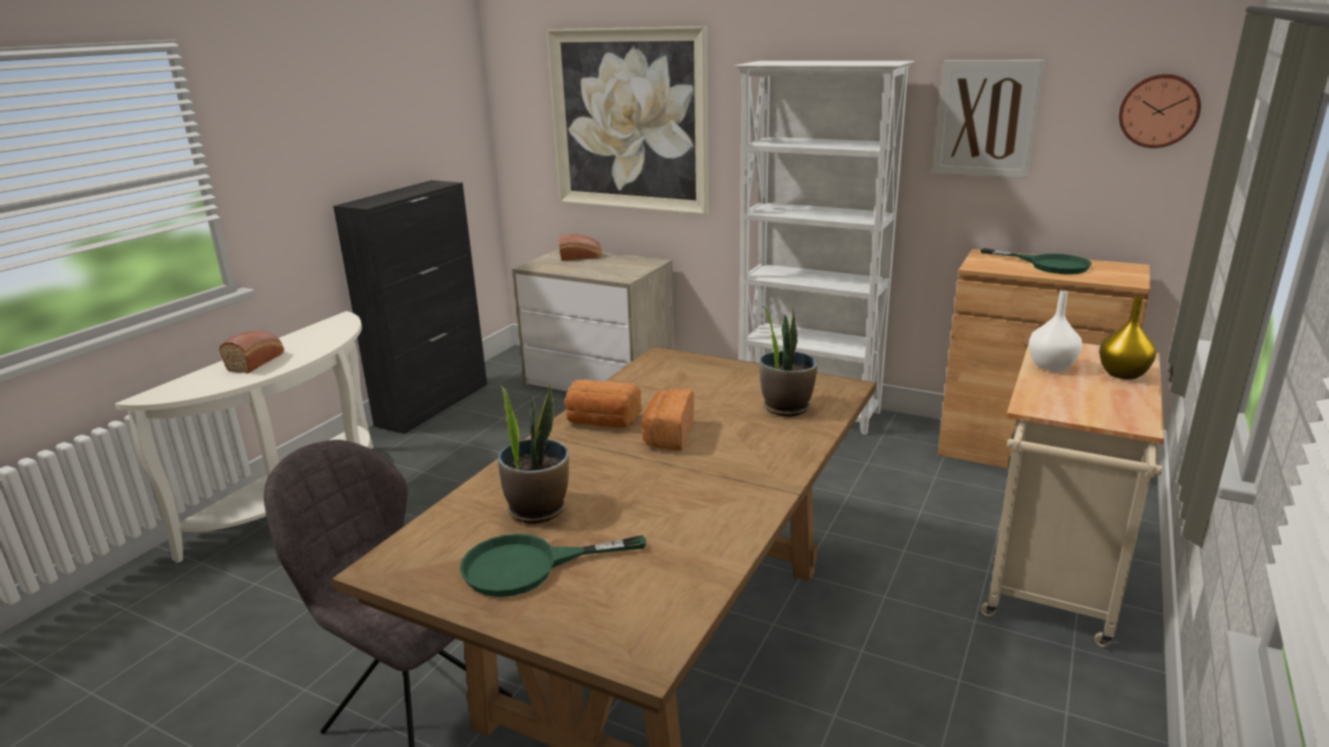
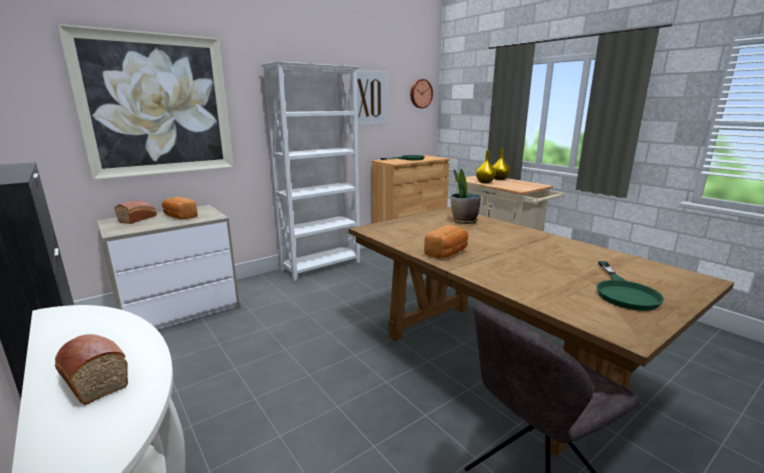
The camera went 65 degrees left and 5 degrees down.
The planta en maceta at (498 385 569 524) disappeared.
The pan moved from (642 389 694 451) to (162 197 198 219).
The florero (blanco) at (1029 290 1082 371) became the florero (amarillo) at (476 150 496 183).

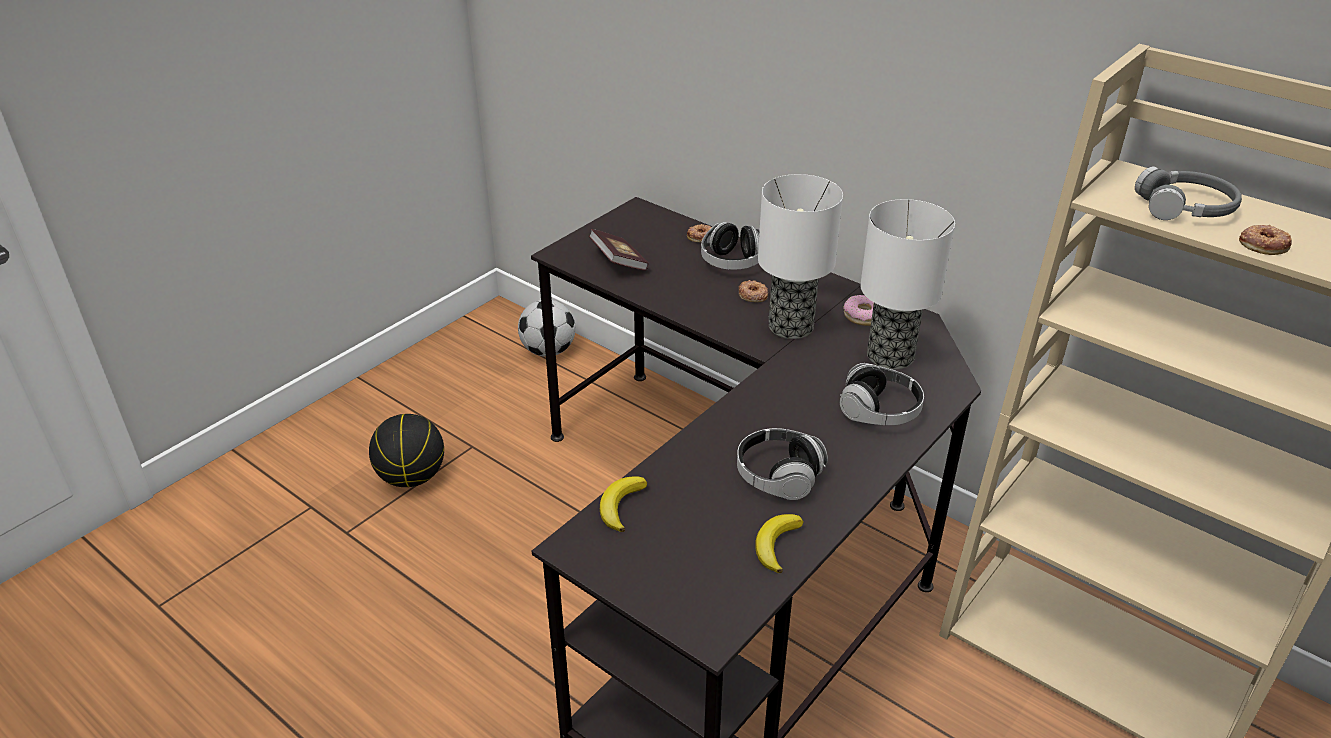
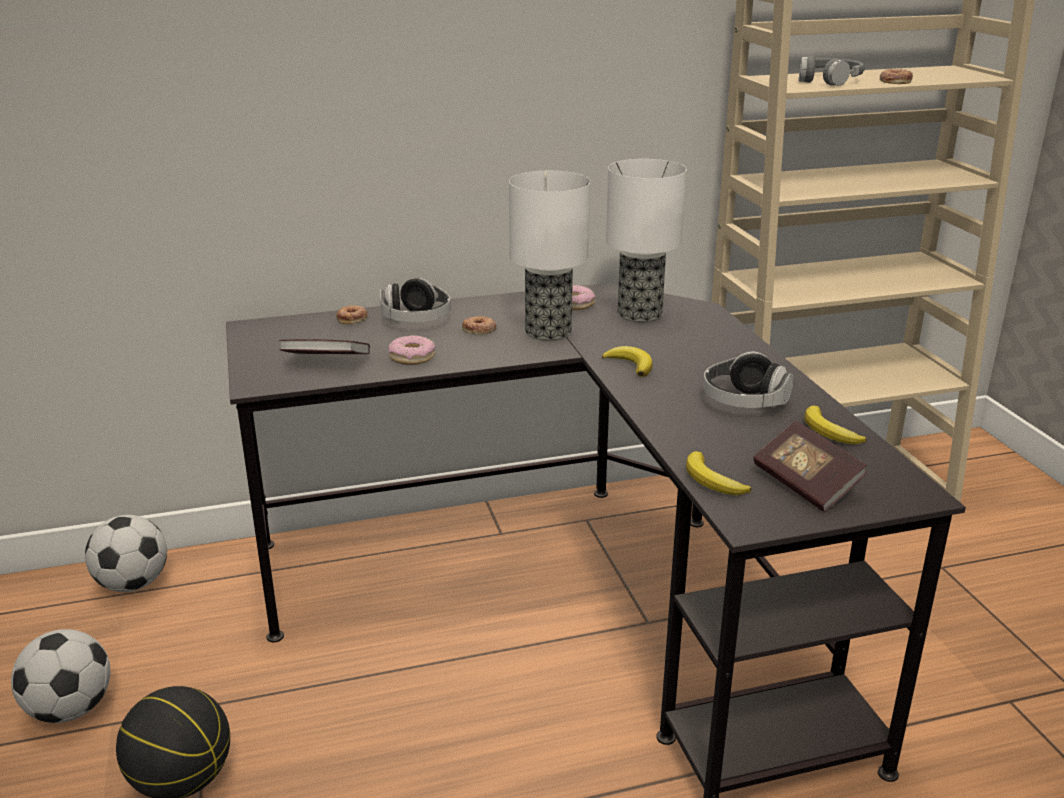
The camera went 55 degrees left and 10 degrees down.
The auriculares at (840 363 924 425) disappeared.
The balón de fútbol at (11 629 110 723) appeared.
The rosquilla at (388 335 436 365) appeared.
The plátano at (602 346 652 377) appeared.
The libro at (753 421 867 512) appeared.

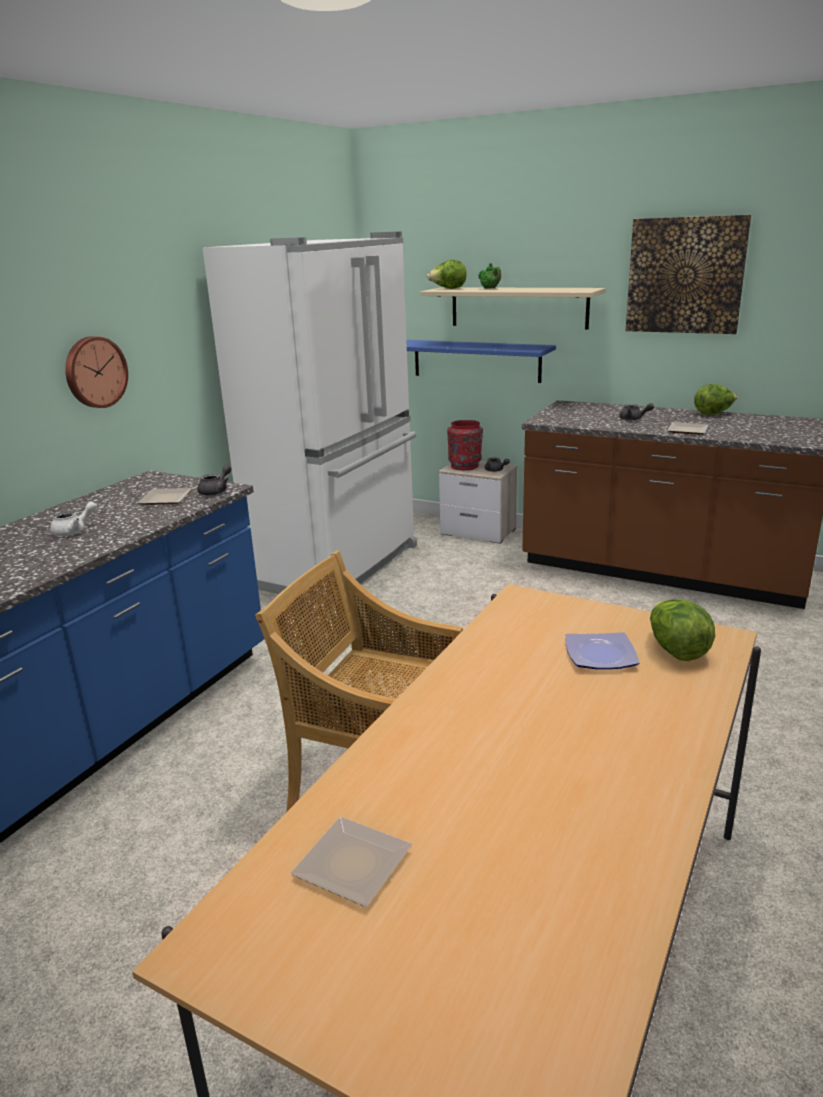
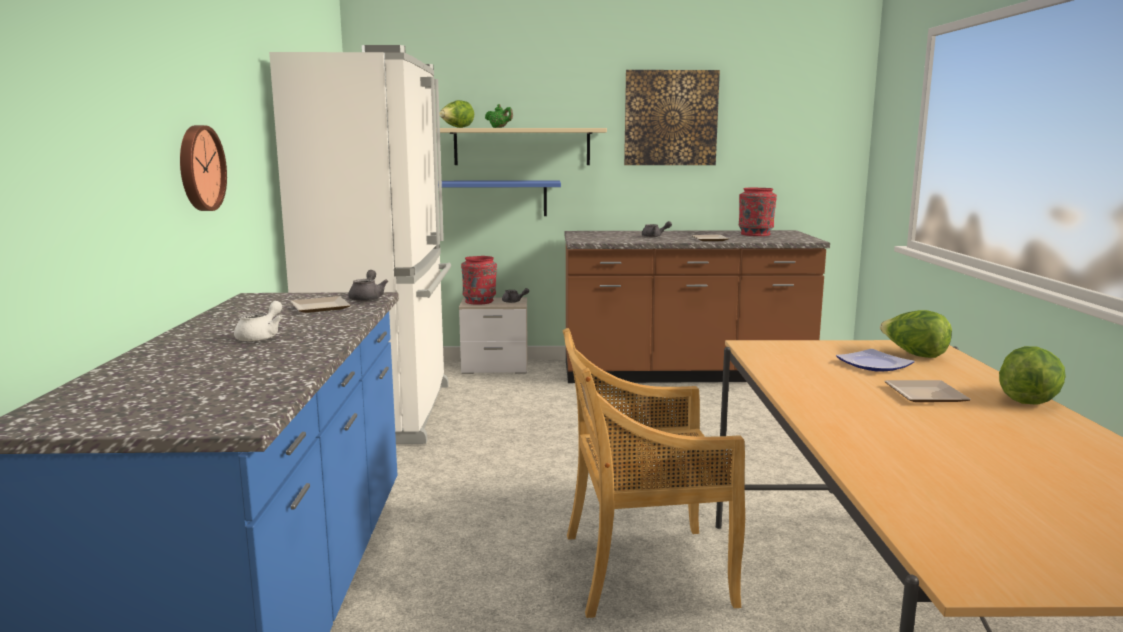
The camera went 30 degrees left and 10 degrees down.
The florero (rojo) at (739 188 777 236) appeared.
The plato moved from (291 817 412 907) to (884 380 971 402).
The lechuga moved from (694 384 737 415) to (999 346 1066 405).

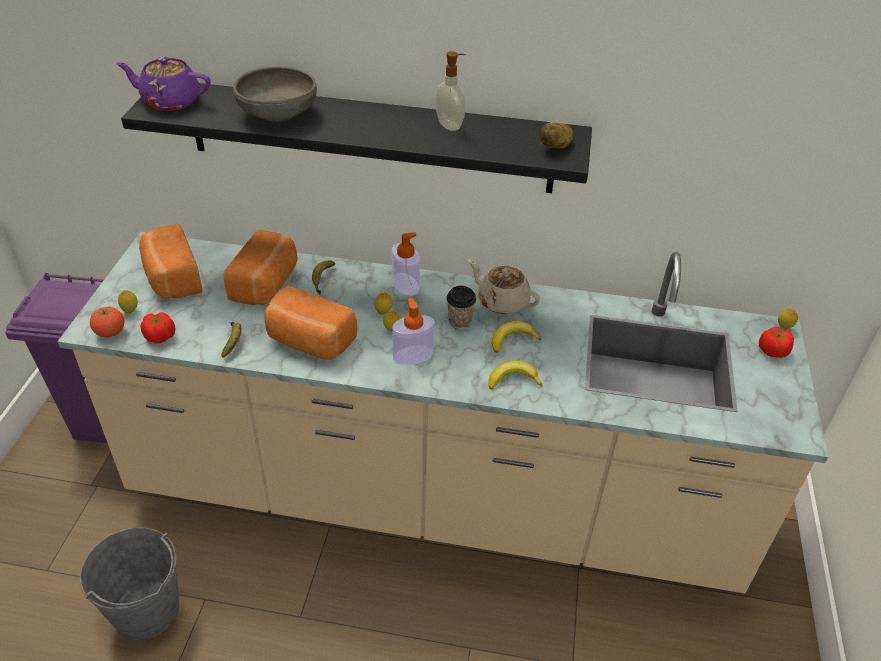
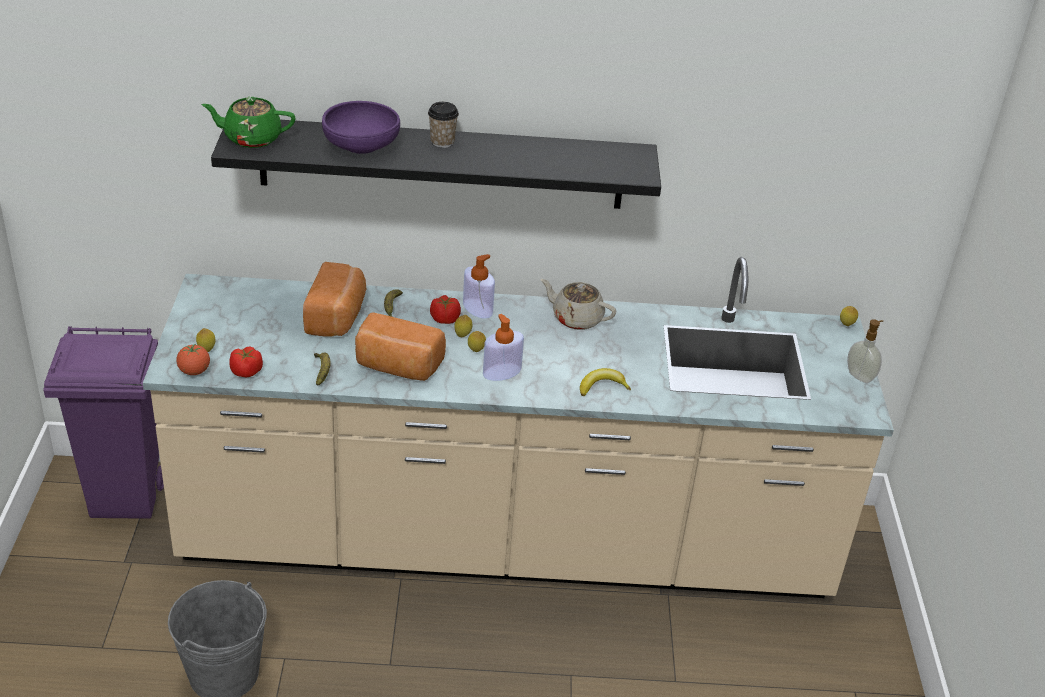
The camera went 10 degrees left and 5 degrees down.
The pan at (139 224 202 299) disappeared.
The plátano at (492 321 541 353) disappeared.
The patata at (540 122 573 149) disappeared.
The dispensador de jabón moved from (435 51 465 131) to (847 319 883 383).
The taza moved from (446 286 476 329) to (428 102 459 148).
The tomate moved from (759 327 794 358) to (430 295 461 324).
The tetera (morado) at (116 56 210 111) became the tetera (verde) at (201 97 296 148).
The cuenco (gris) at (233 66 317 122) became the cuenco (morado) at (322 101 400 154).

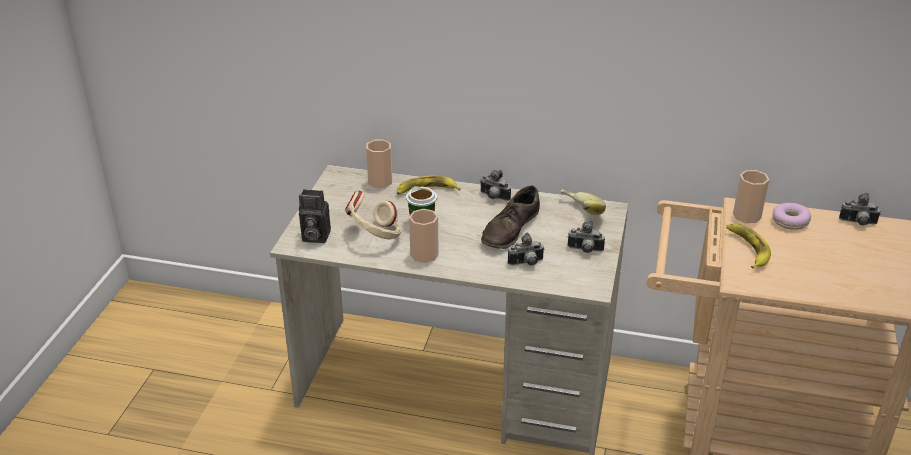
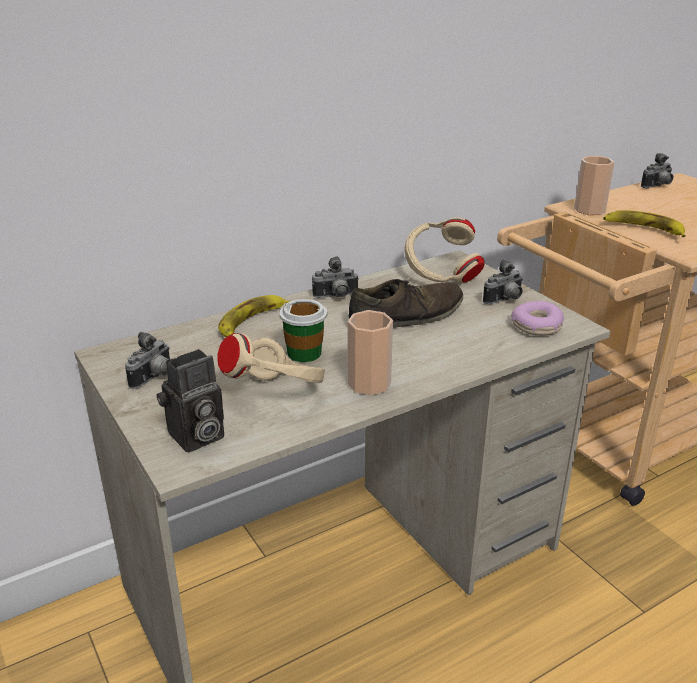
The camera went 45 degrees left and 5 degrees down.
The taza at (366 140 392 188) disappeared.
The cámara moved from (508 233 545 266) to (125 332 170 389).
The rosquilla moved from (772 203 811 230) to (511 301 564 336).
The plátano at (561 189 606 215) was replaced by the auriculares (beis) at (404 217 484 283).
The zapato (marrón) at (481 185 540 249) turned 105 degrees counterclockwise.

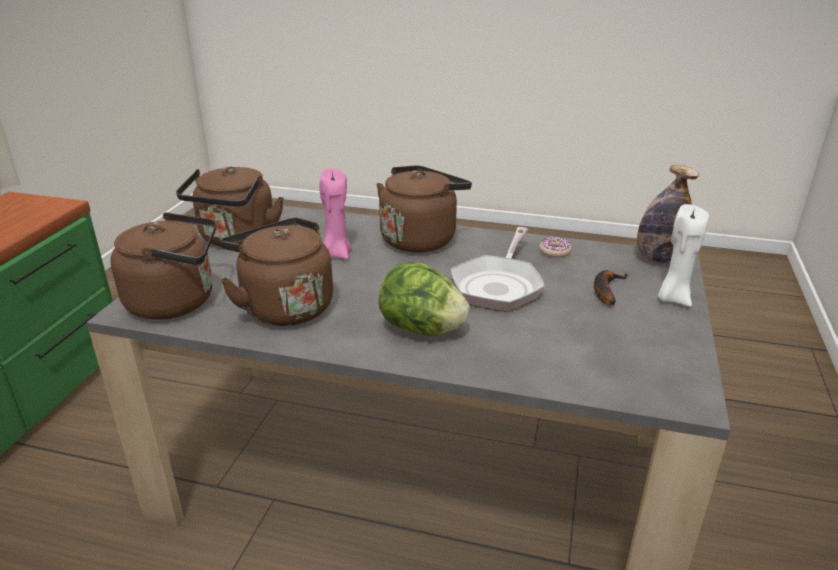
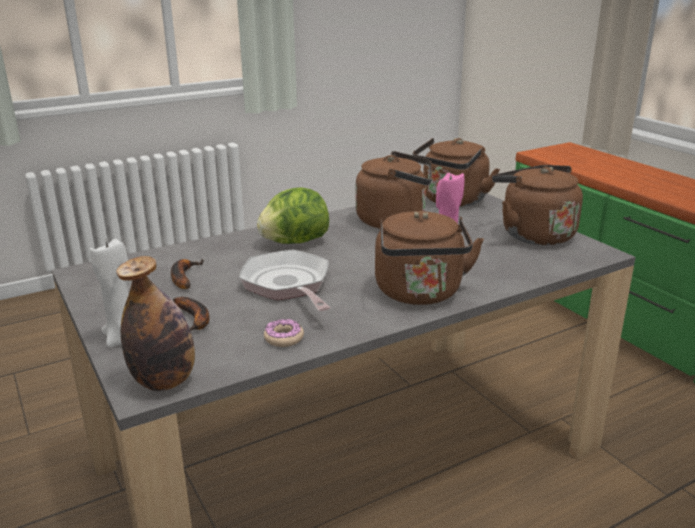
The camera went 135 degrees right and 5 degrees down.
The plátano at (171 259 204 289) appeared.

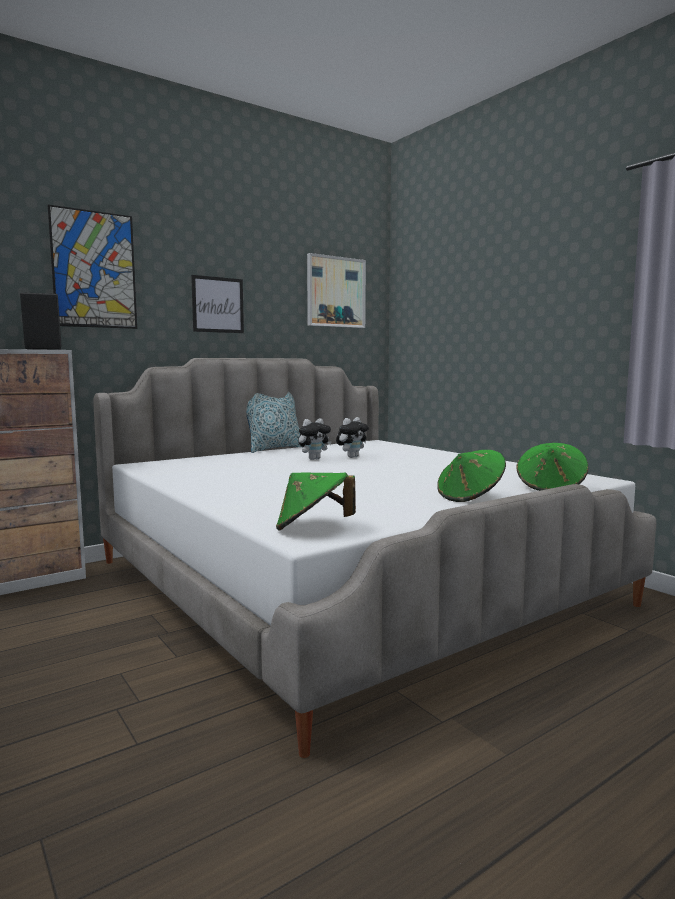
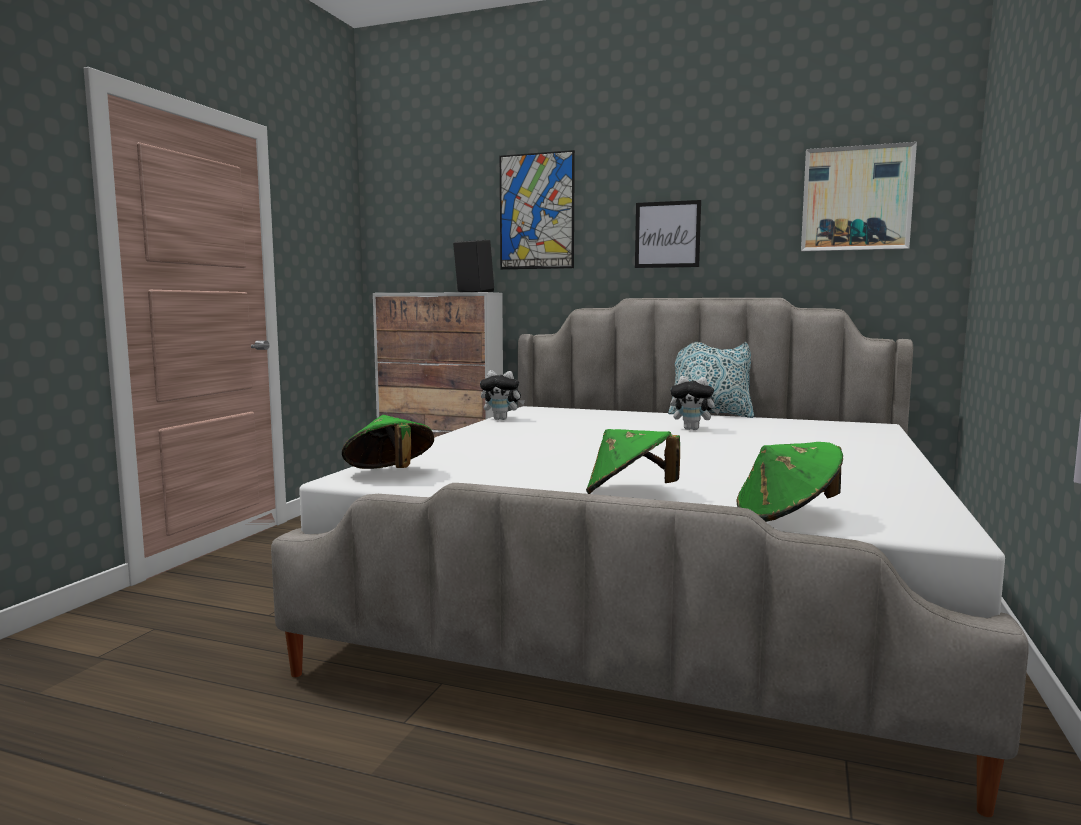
The camera went 55 degrees right and 0 degrees up.
The peluche moved from (336 417 369 458) to (480 370 525 420).

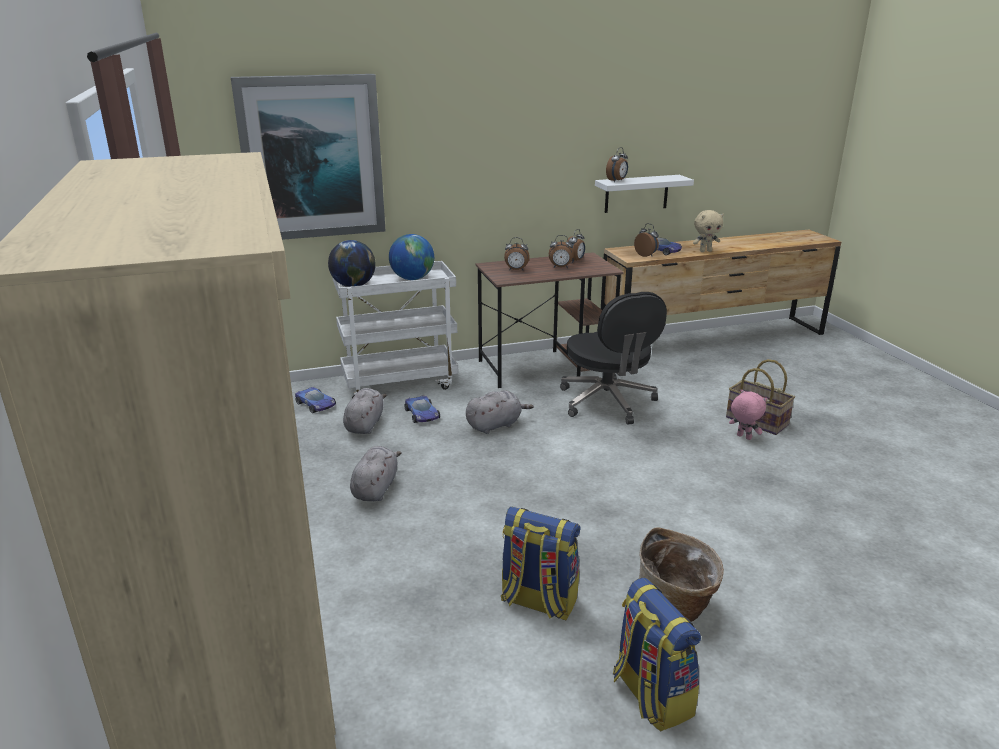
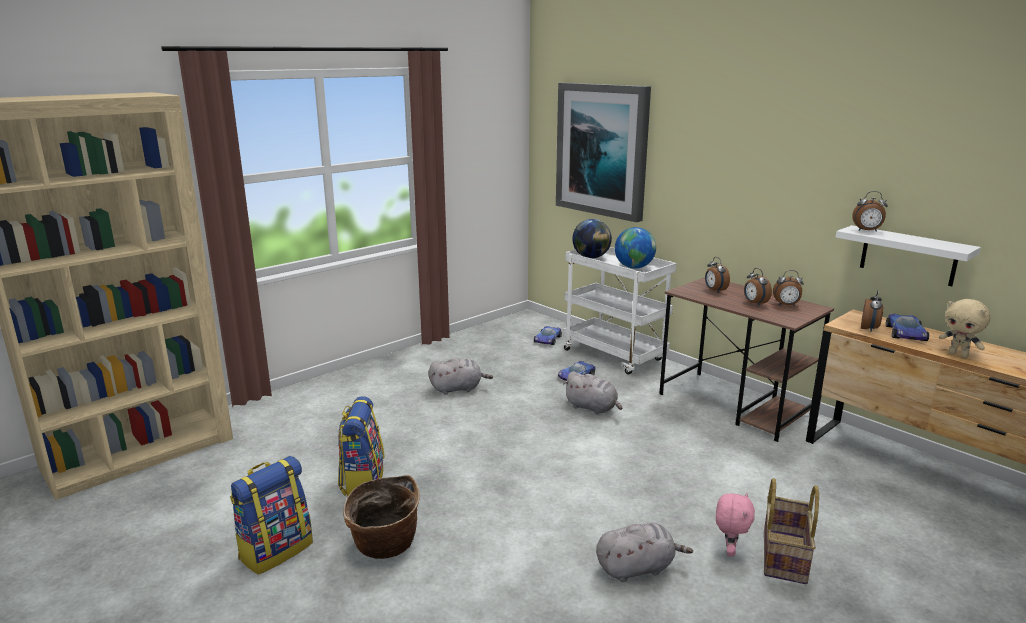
The camera went 65 degrees right and 5 degrees down.
The silla de oficina (negro) at (560 292 667 424) disappeared.
The peluche (gris) moved from (343 388 387 434) to (596 523 693 582).

